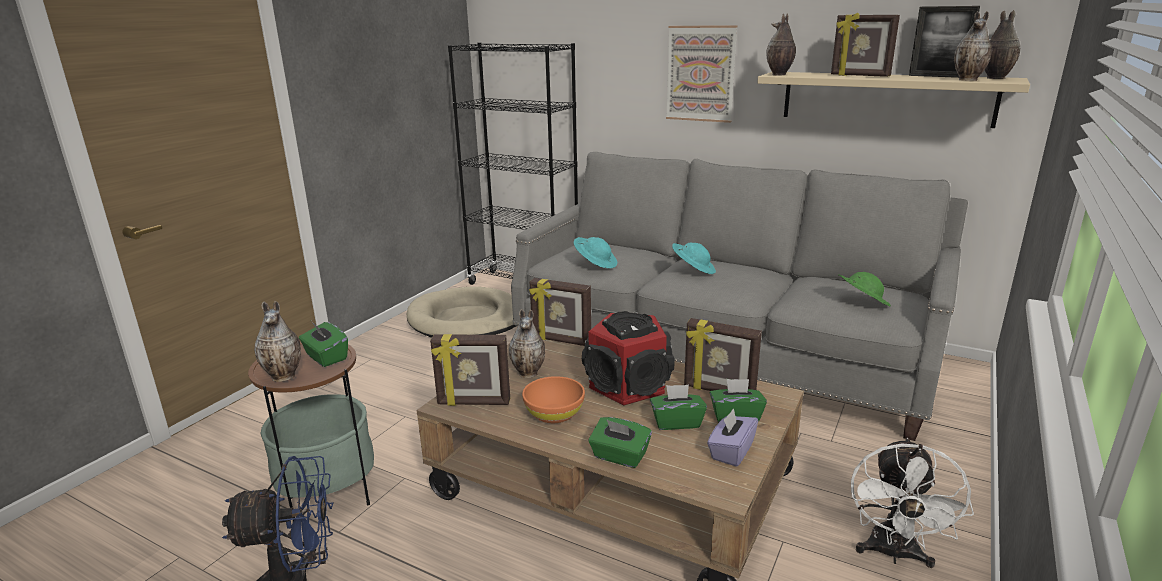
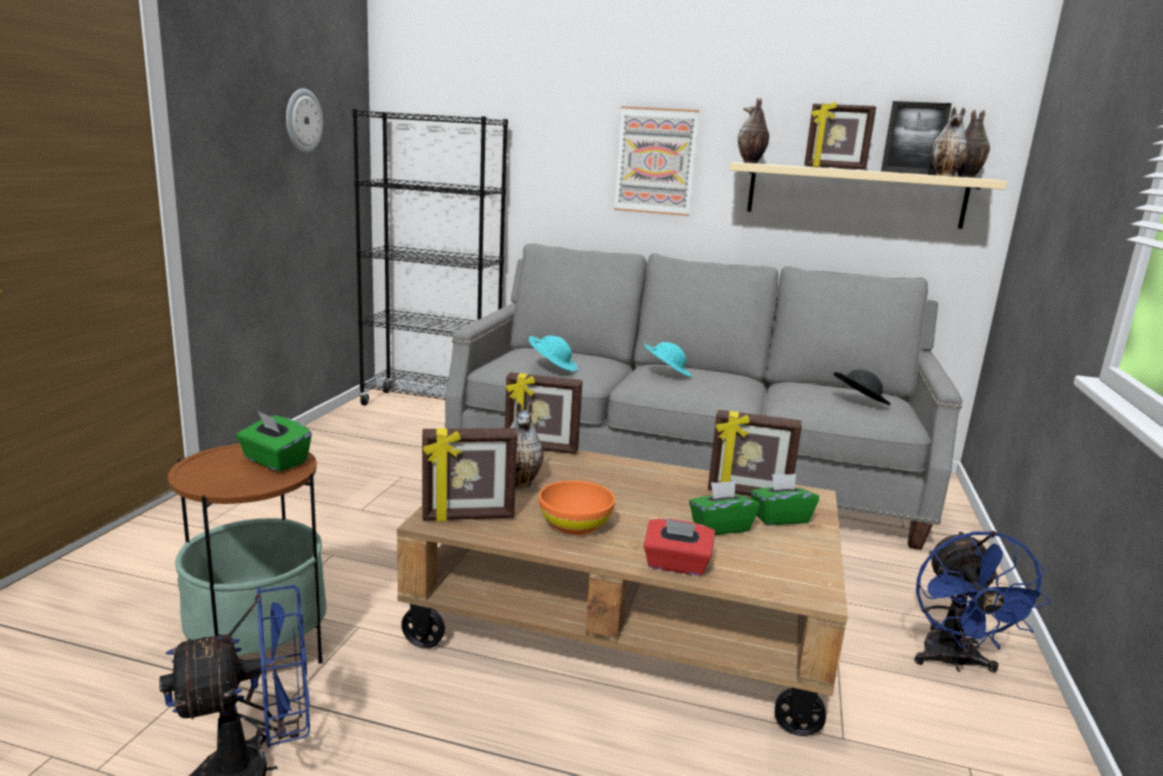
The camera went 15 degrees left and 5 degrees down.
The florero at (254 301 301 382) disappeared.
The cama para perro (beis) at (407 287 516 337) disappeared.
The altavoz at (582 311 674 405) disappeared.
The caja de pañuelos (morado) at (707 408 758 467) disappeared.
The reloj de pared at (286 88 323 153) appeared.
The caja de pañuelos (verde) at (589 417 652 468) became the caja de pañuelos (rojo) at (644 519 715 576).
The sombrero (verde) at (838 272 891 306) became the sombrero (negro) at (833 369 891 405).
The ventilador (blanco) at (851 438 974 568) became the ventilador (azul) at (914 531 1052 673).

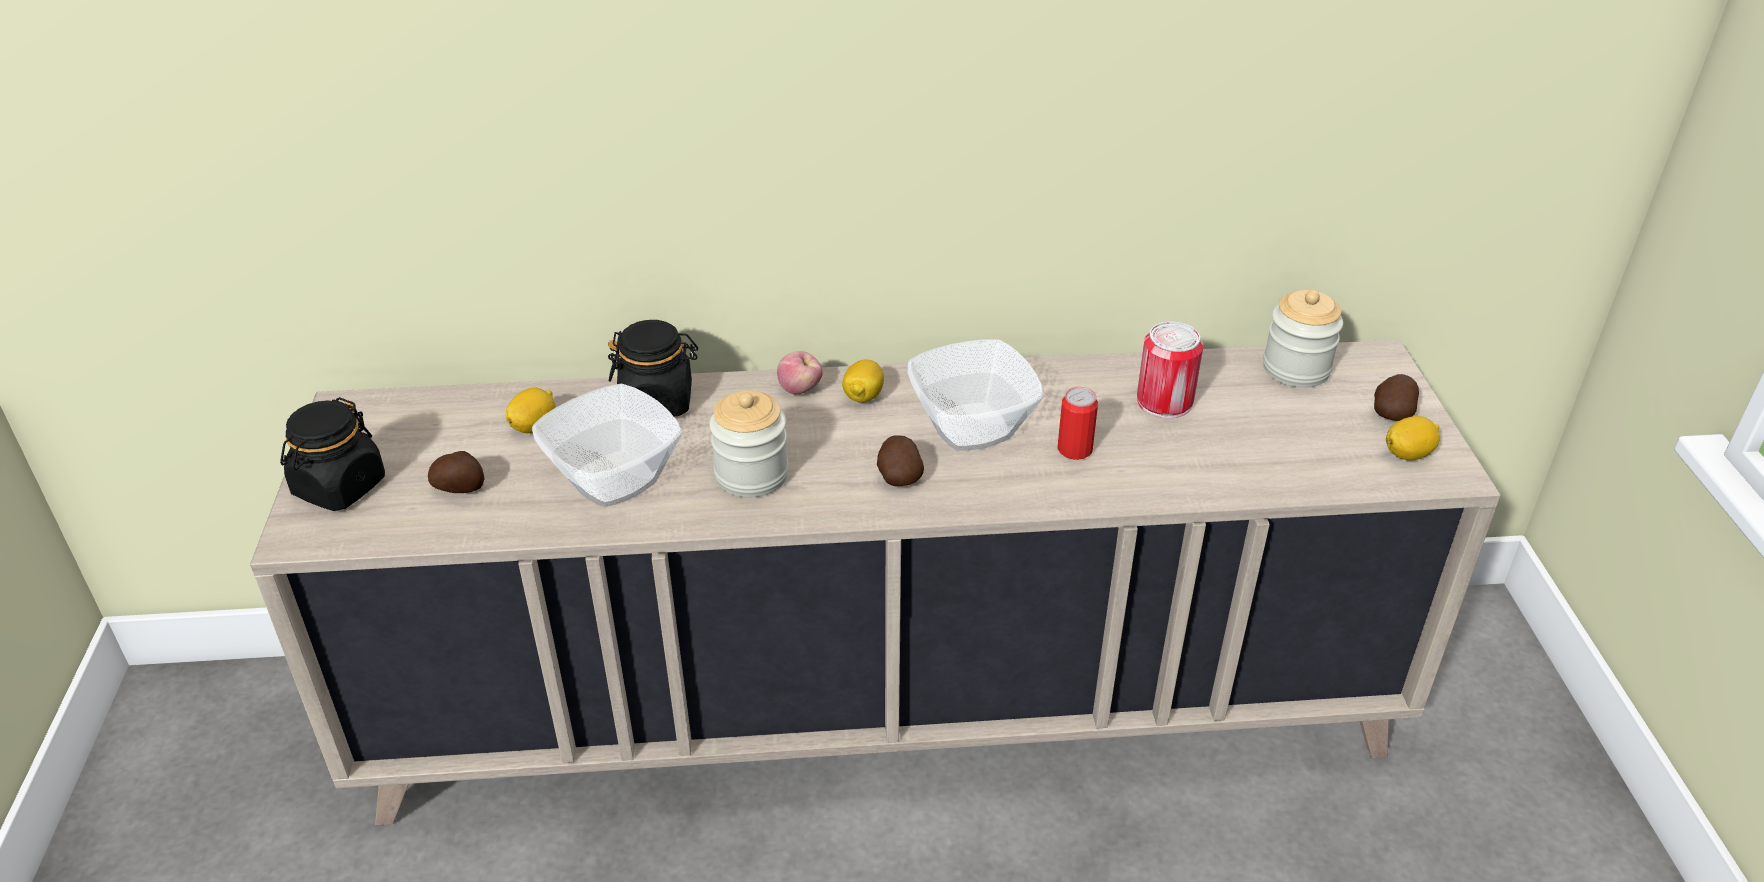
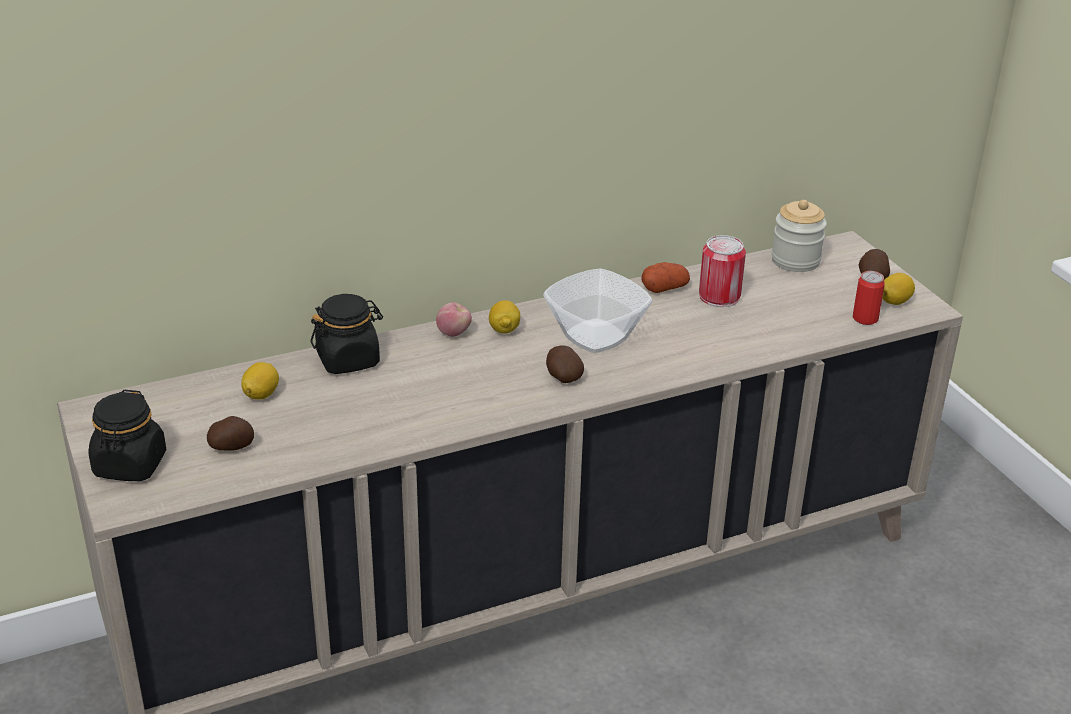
The camera went 20 degrees left and 5 degrees down.
The cuenco at (532 384 682 507) disappeared.
The tarro at (709 391 789 497) disappeared.
The patata at (642 262 690 293) appeared.
The lata moved from (1058 387 1098 460) to (853 271 885 325).

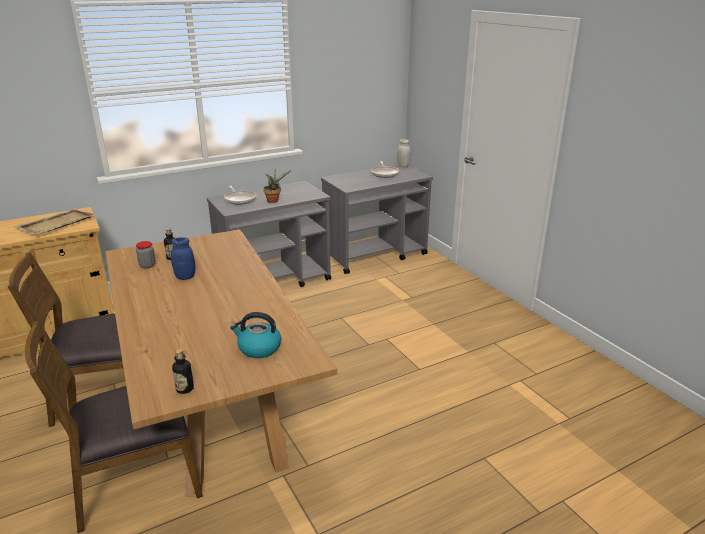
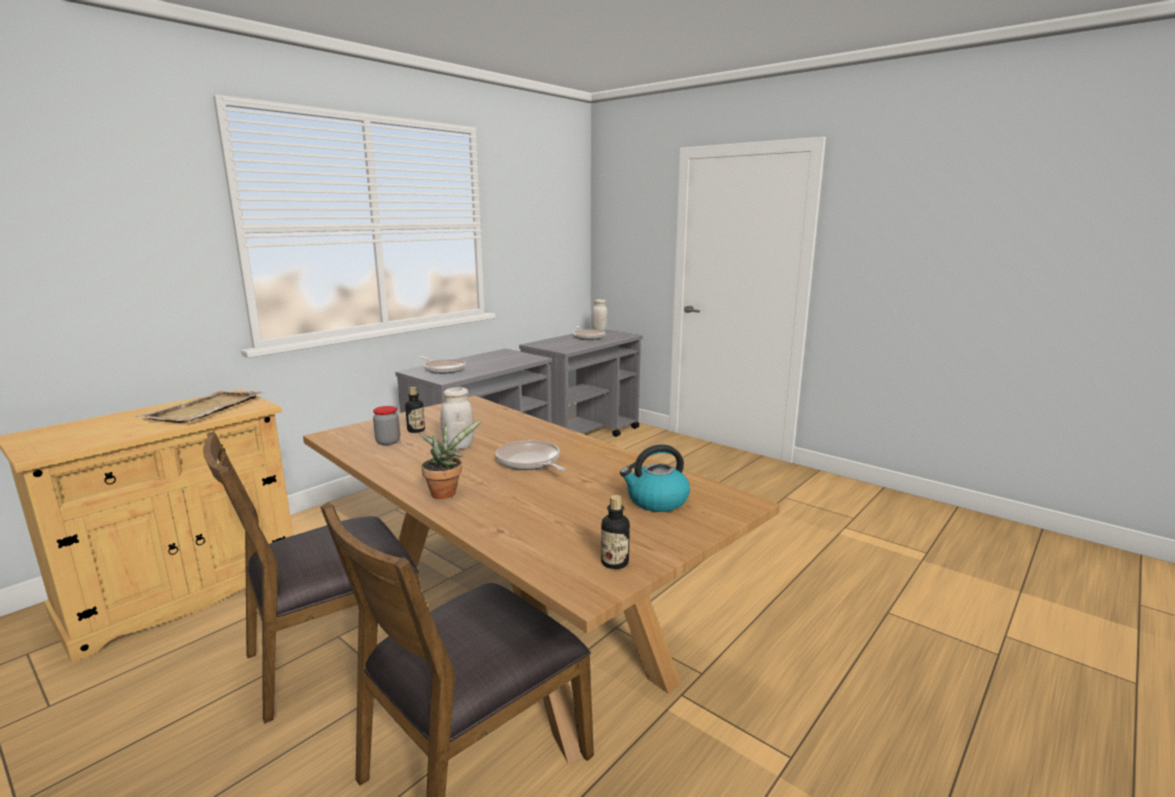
The camera went 20 degrees left and 10 degrees down.
The sartén at (496 440 565 471) appeared.
The planta en maceta moved from (263 169 291 203) to (419 419 483 499).
The tarro (azul) at (171 237 196 280) became the tarro (blanco) at (441 388 474 450).

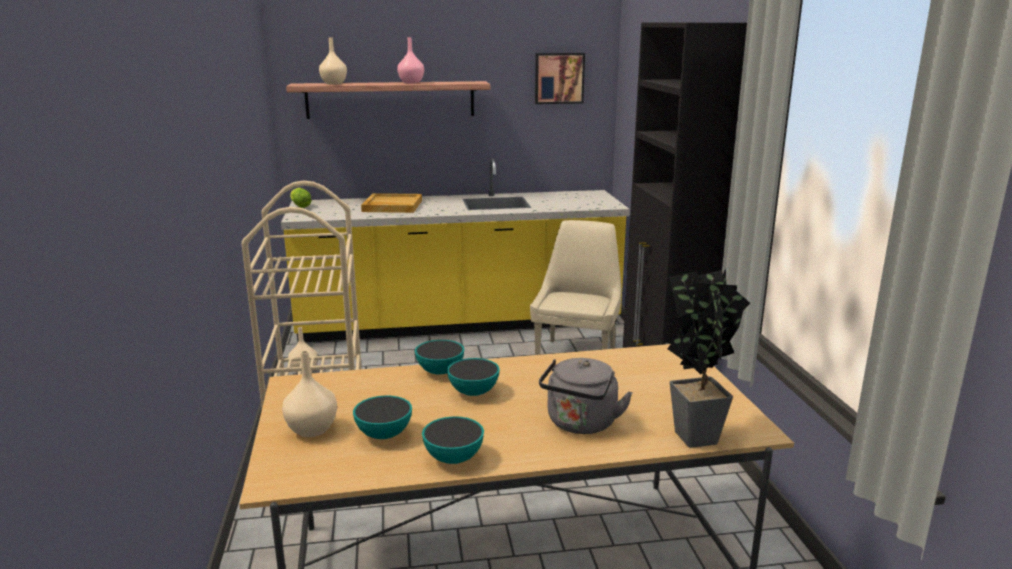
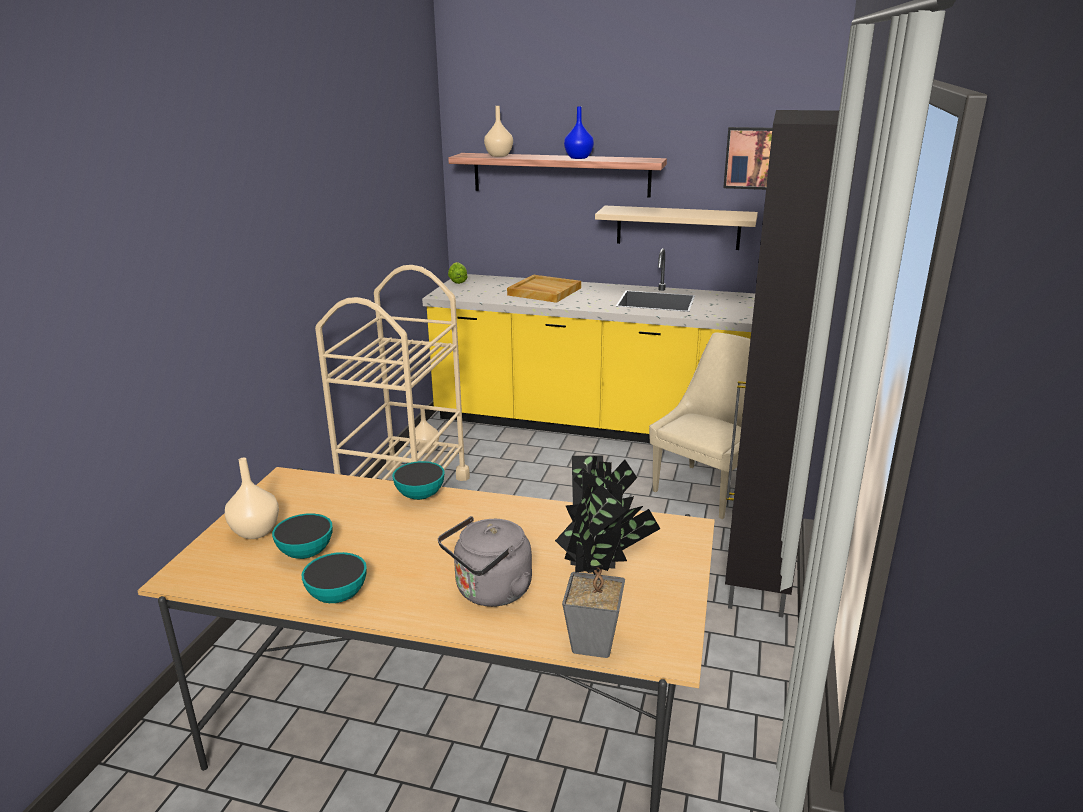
The camera went 25 degrees right and 5 degrees up.
The cuenco at (447 358 500 396) disappeared.
The estante (beis) at (595 206 758 250) appeared.
The florero (rosa) at (397 37 424 84) became the florero (azul) at (564 107 594 159).

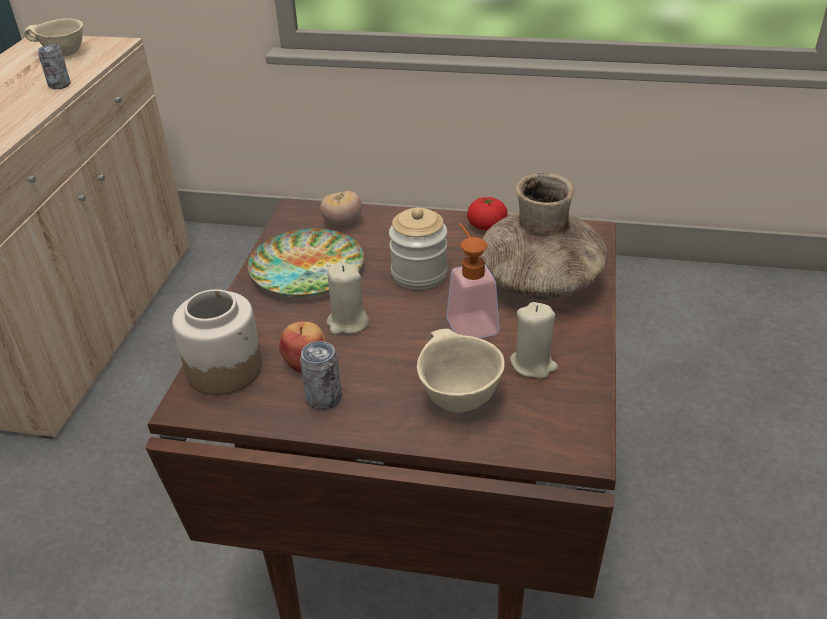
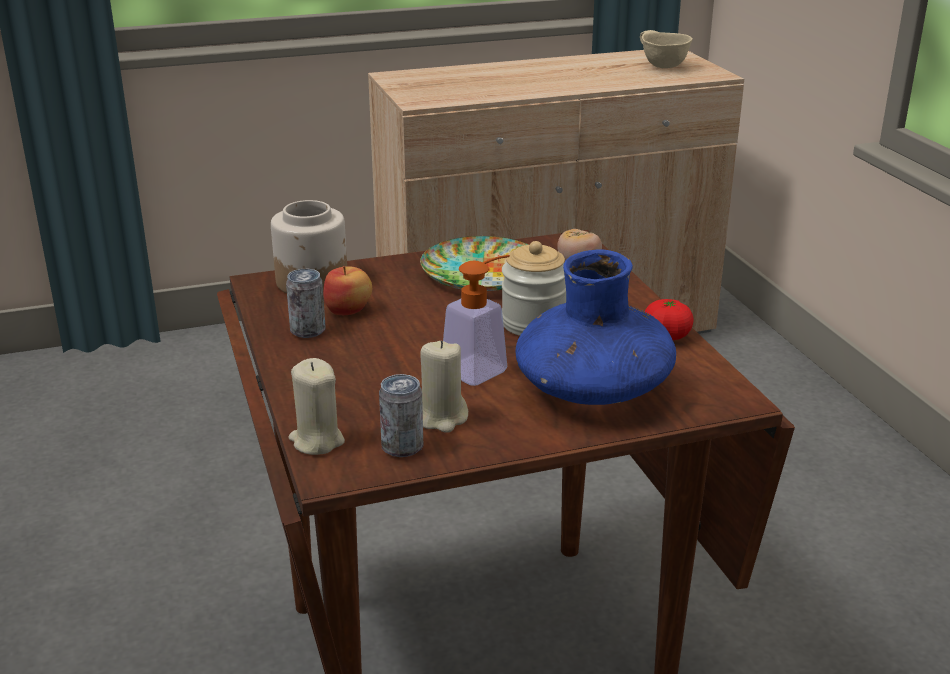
The camera went 60 degrees right and 10 degrees down.
The cuenco (beis) at (417 329 505 413) disappeared.
The lata moved from (38 45 71 89) to (379 374 423 457).
The vela (beis) moved from (327 263 369 335) to (289 358 345 455).
The florero (marrón) at (479 173 608 300) became the florero (azul) at (515 249 676 405).

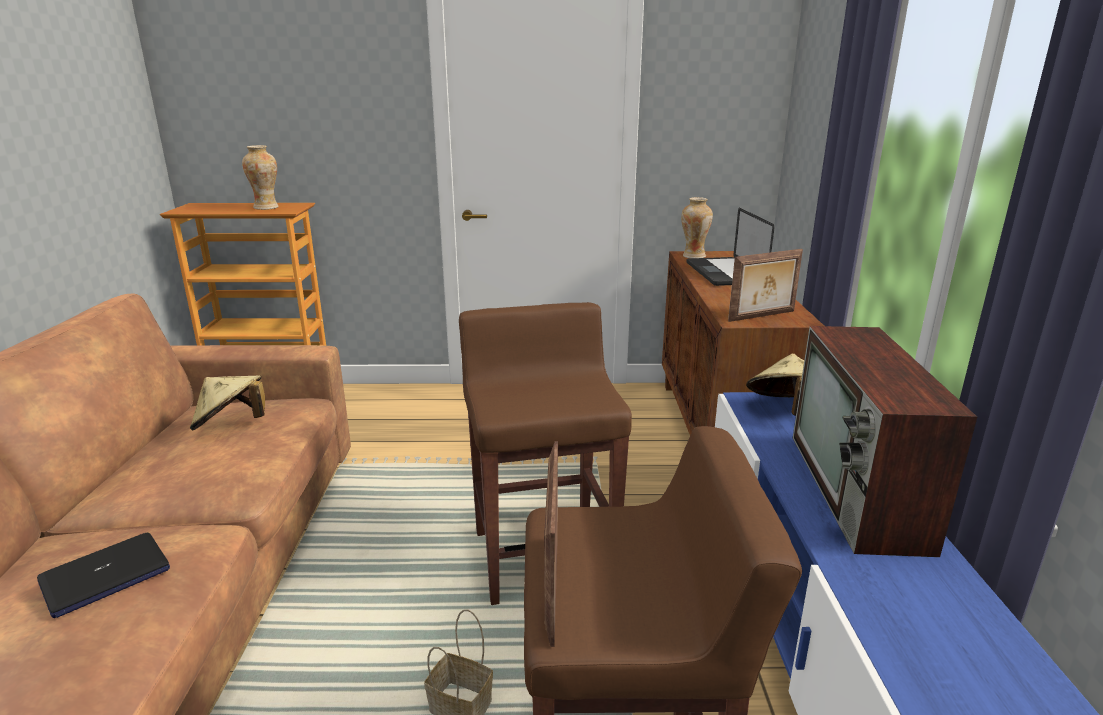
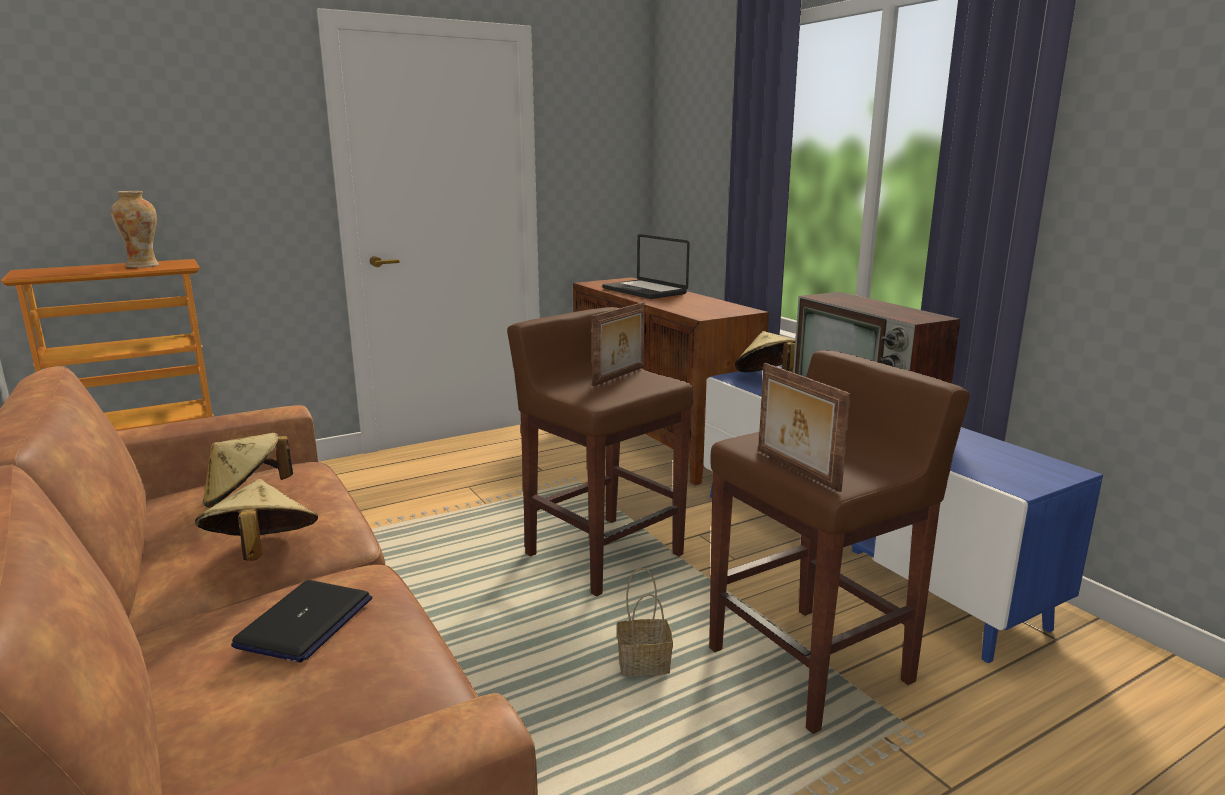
The camera went 30 degrees left and 5 degrees down.
The florero at (681 197 713 258) disappeared.
The sombrero (beis) at (195 479 318 561) appeared.
The portarretratos moved from (728 249 803 322) to (591 302 645 386).

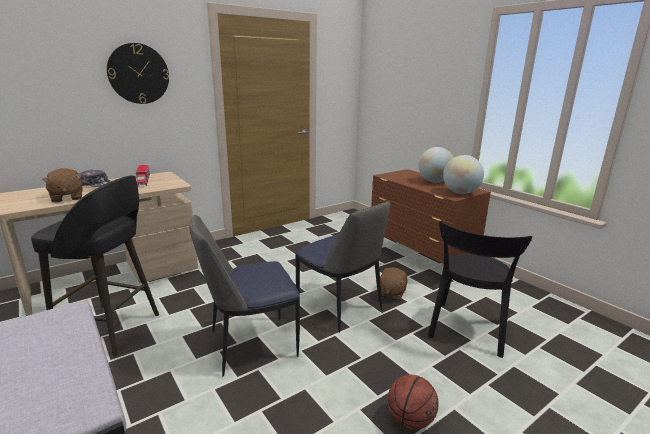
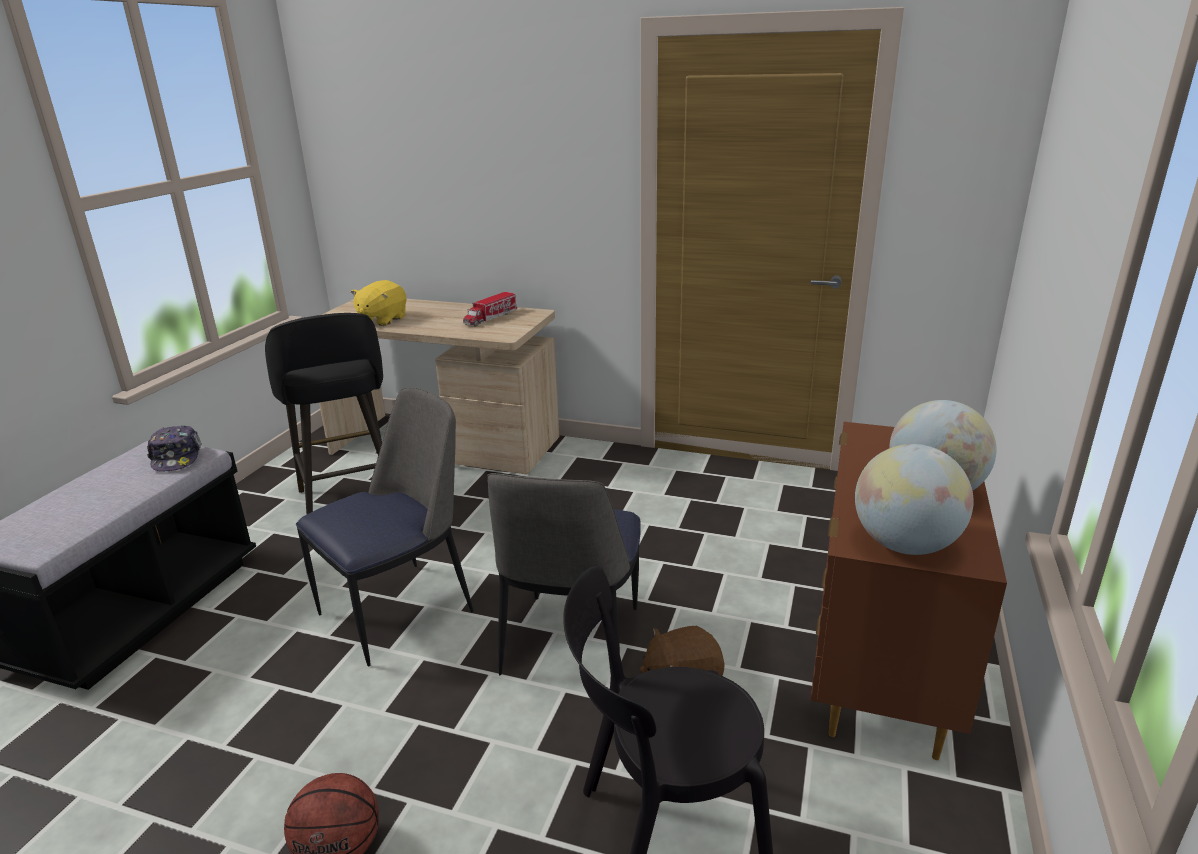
The camera went 55 degrees right and 5 degrees up.
The reloj de pared at (107 43 169 104) disappeared.
The gorra moved from (78 169 111 187) to (147 426 201 472).
The peluche (marrón) at (42 168 83 203) became the peluche (amarillo) at (351 280 406 326).
The silla at (189 215 300 376) turned 105 degrees clockwise.

